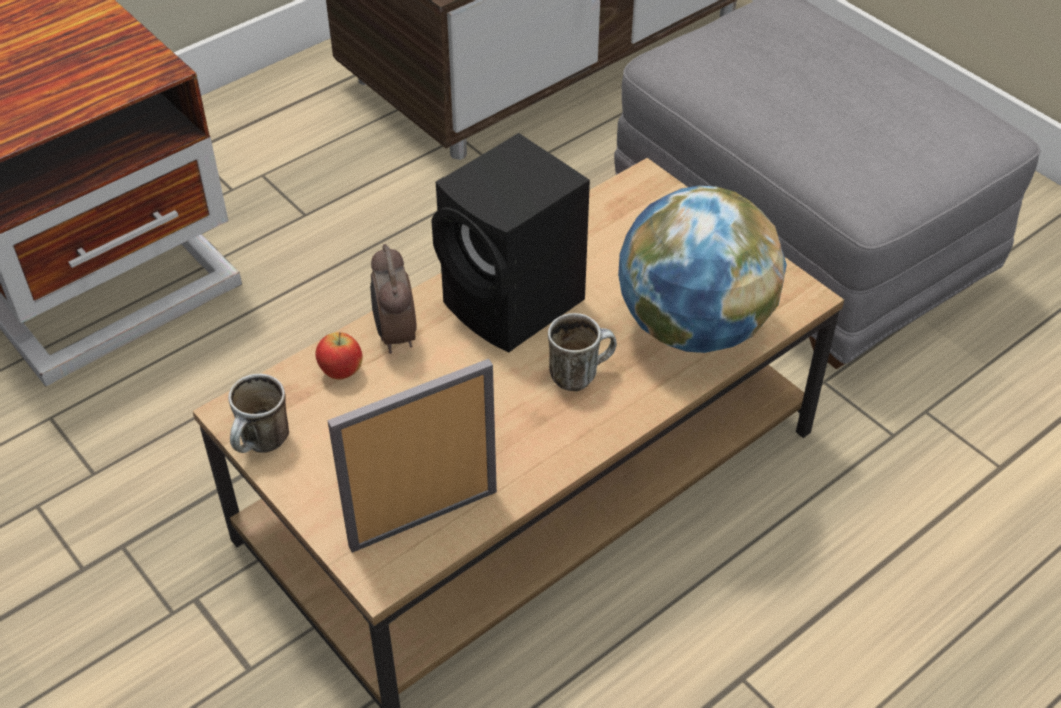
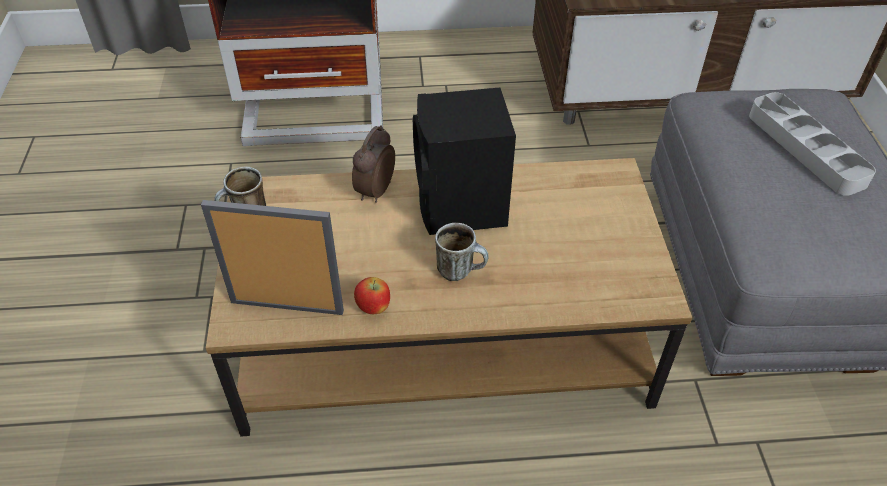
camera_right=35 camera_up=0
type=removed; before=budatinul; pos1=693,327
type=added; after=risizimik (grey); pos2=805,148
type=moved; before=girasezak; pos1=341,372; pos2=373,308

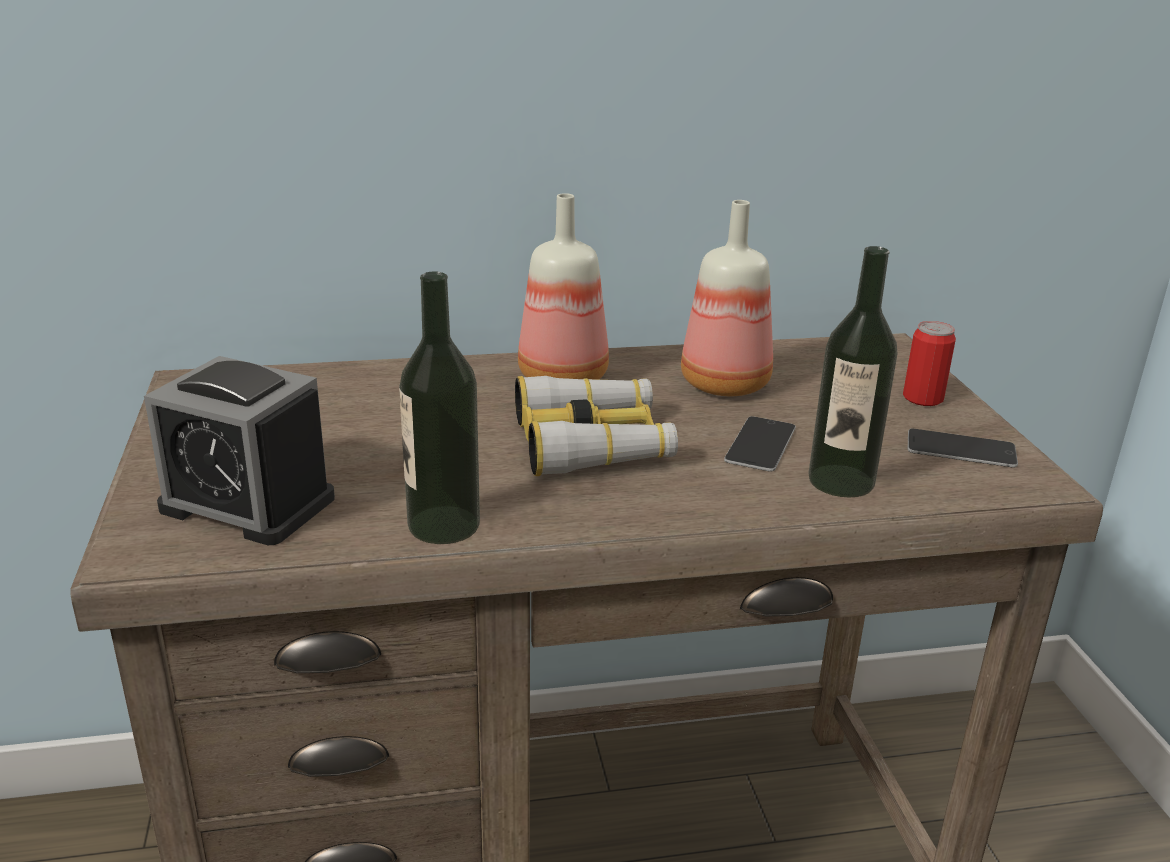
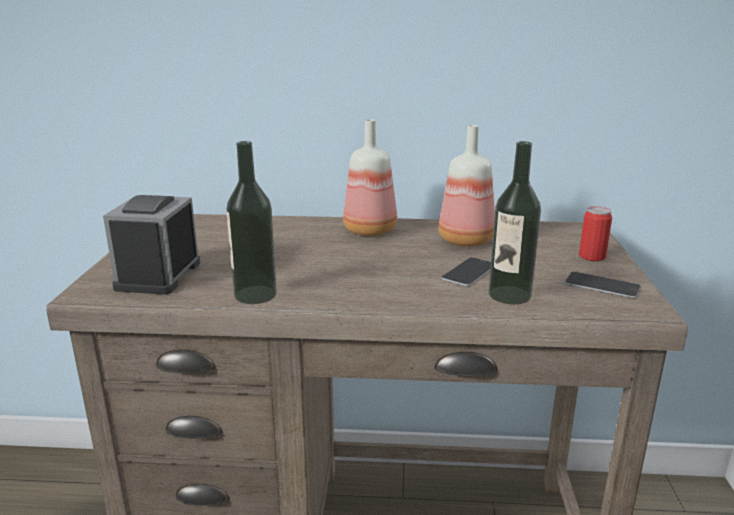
camera_right=15 camera_up=-5
type=removed; before=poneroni; pos1=592,443
type=turned; before=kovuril; pos1=248,504; pos2=158,275; turn=60

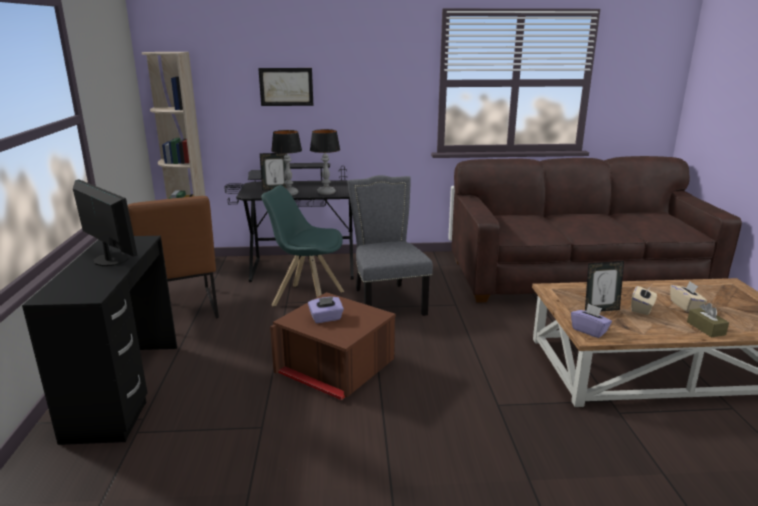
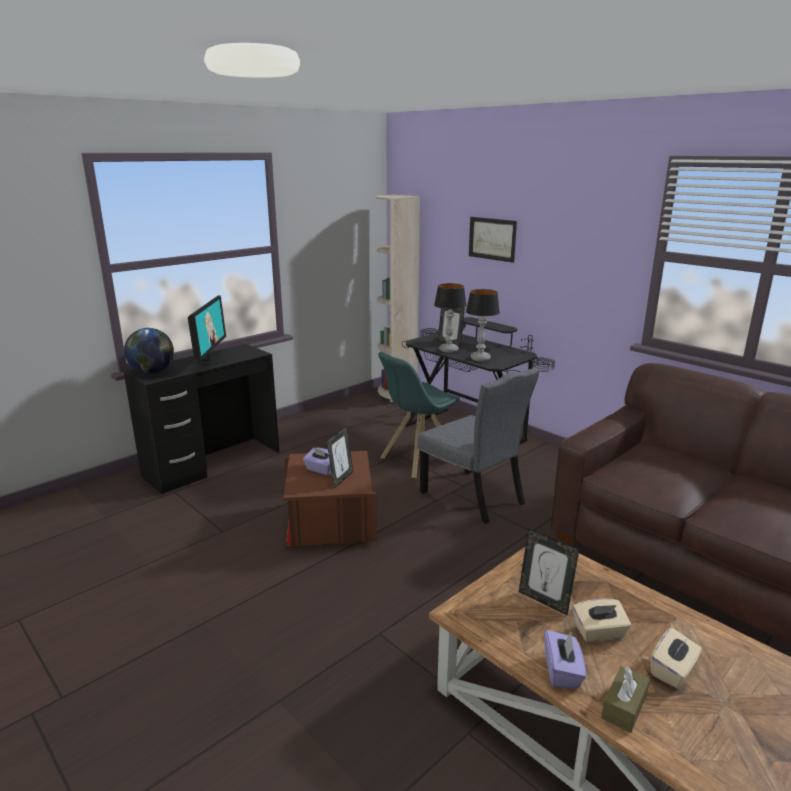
camera_right=50 camera_up=0
type=removed; before=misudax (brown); pos1=181,309
type=added; after=budatinul; pos2=153,372
type=added; after=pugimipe; pos2=341,479
type=moved; before=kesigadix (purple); pos1=589,331; pos2=562,671
type=turned; before=misudax (turquoise); pos1=307,299; pos2=418,459; turn=-105
type=turned; before=misudax (grey); pos1=387,303; pos2=472,496; turn=105

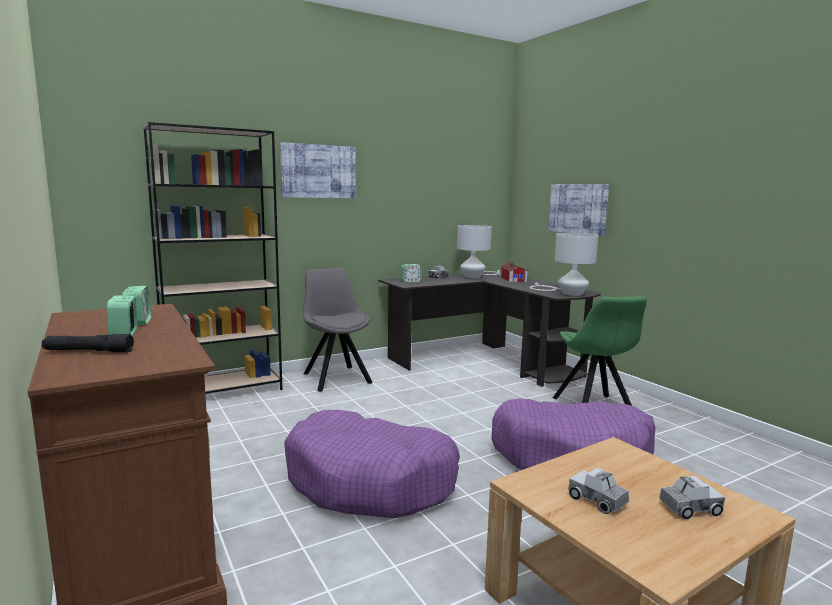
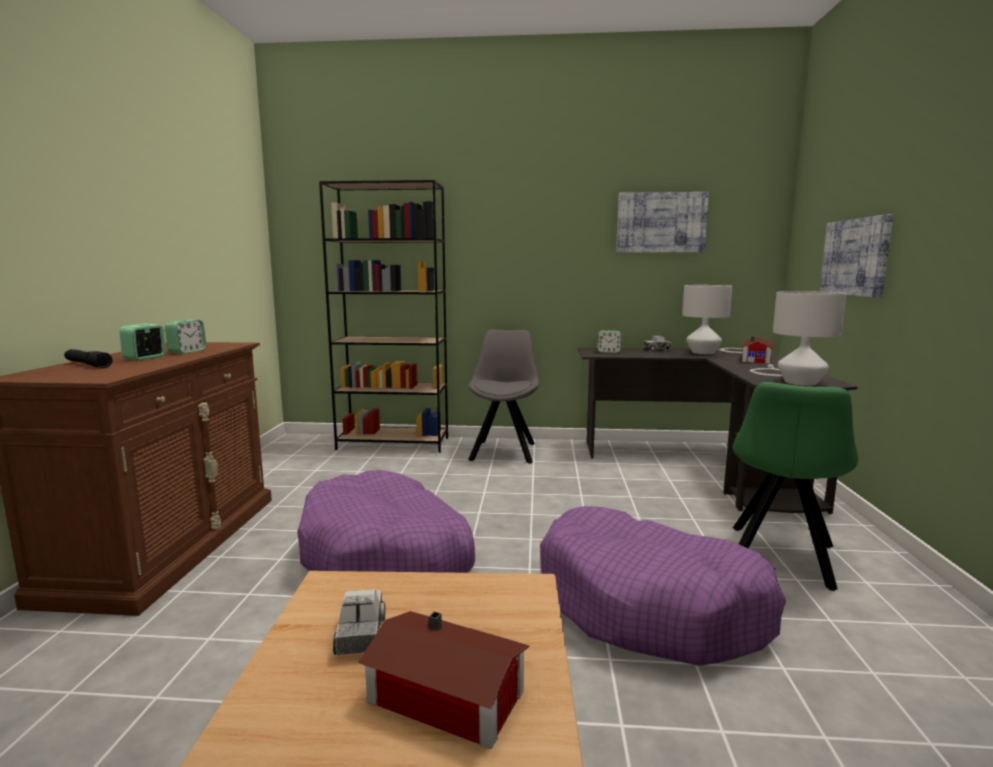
camera_right=35 camera_up=0
type=moved; before=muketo; pos1=318,171; pos2=661,222
type=replaced; before=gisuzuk; after=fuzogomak; pos1=690,509; pos2=448,700

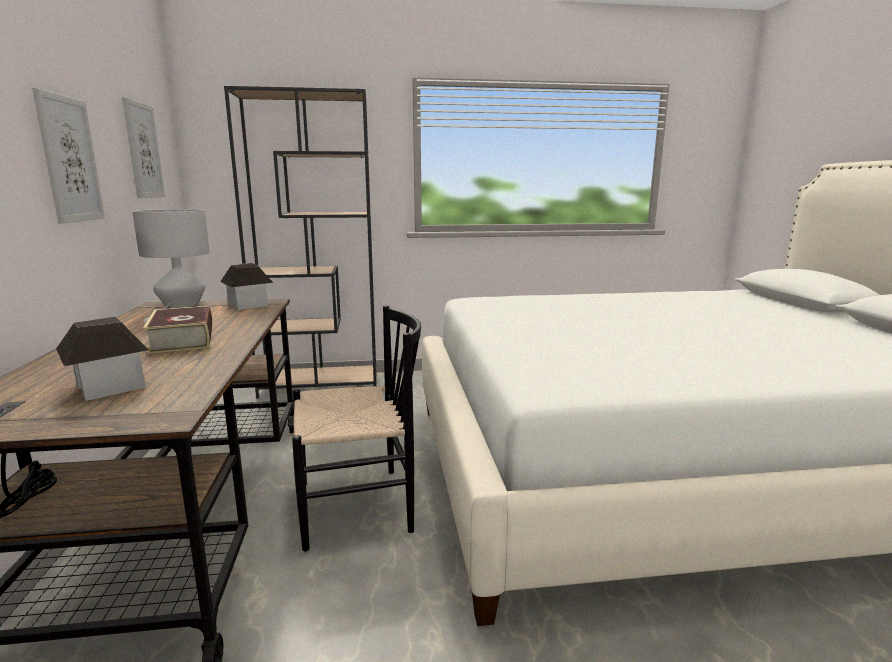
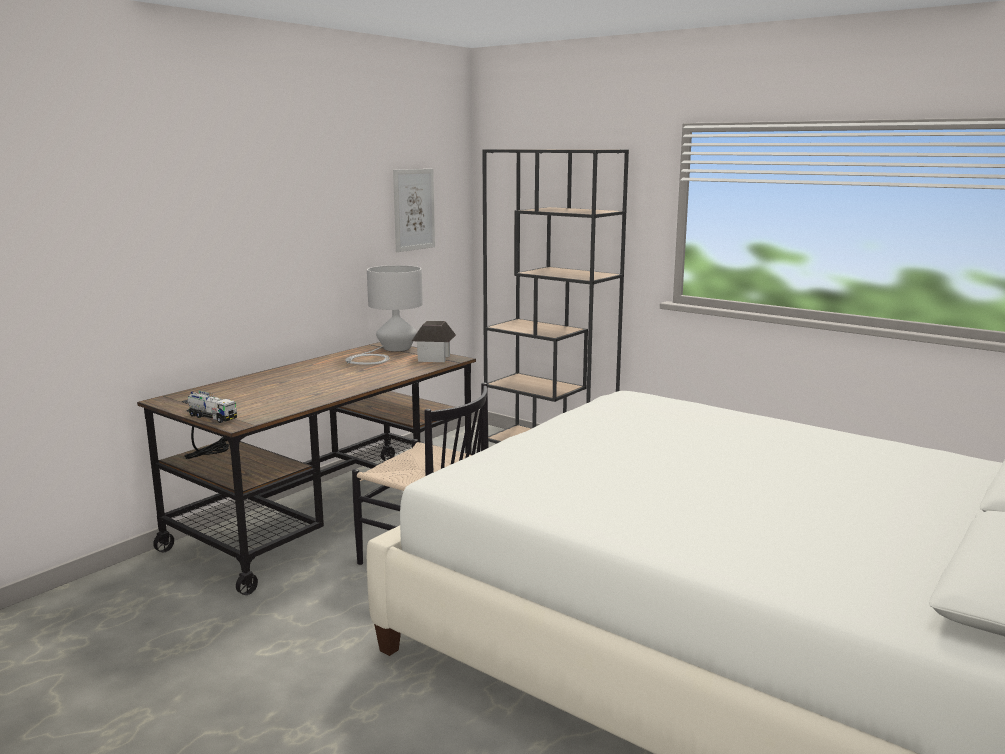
camera_right=45 camera_up=0
type=removed; before=muketo; pos1=70,159
type=removed; before=fuzogomak; pos1=109,386
type=removed; before=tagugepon; pos1=183,339
type=added; after=gisuzuk; pos2=212,417

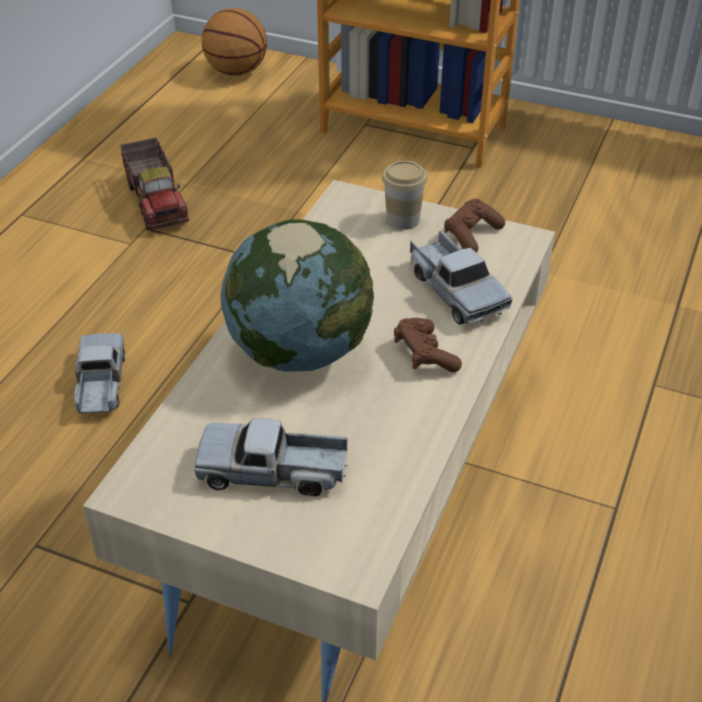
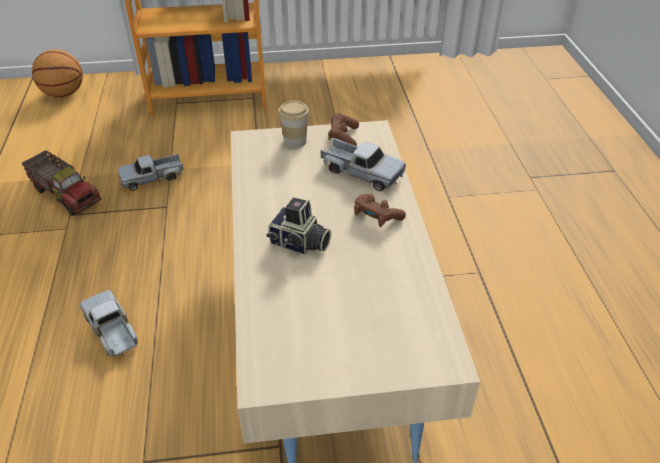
camera_right=-30 camera_up=0
type=moved; before=gisuzuk; pos1=273,471; pos2=152,177
type=replaced; before=budatinul; after=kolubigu; pos1=300,352; pos2=299,244

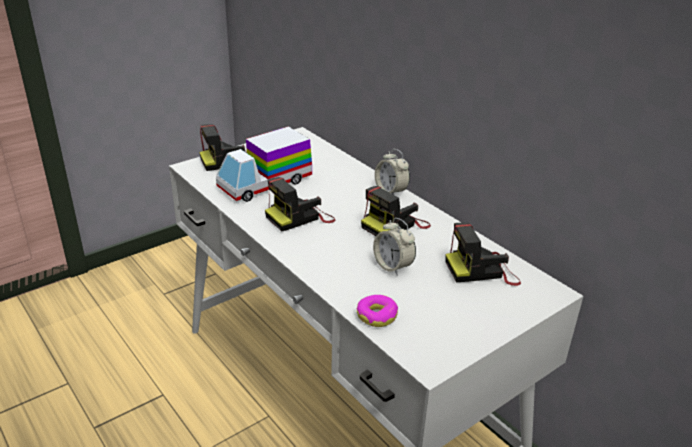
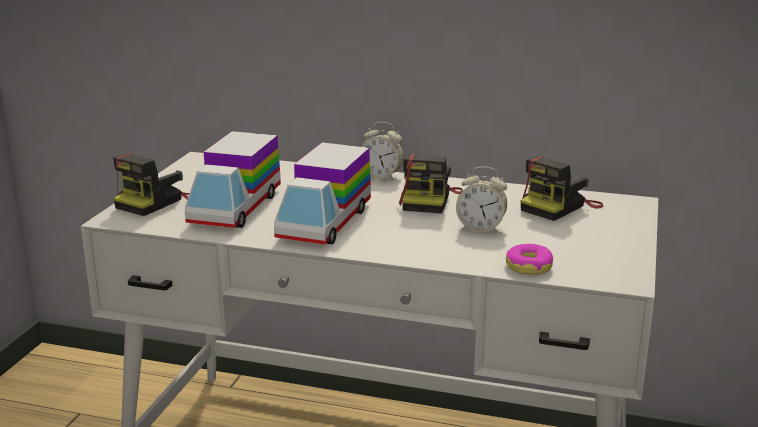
camera_right=-35 camera_up=-10
type=replaced; before=kolubigu; after=gisuzuk; pos1=300,217; pos2=325,222

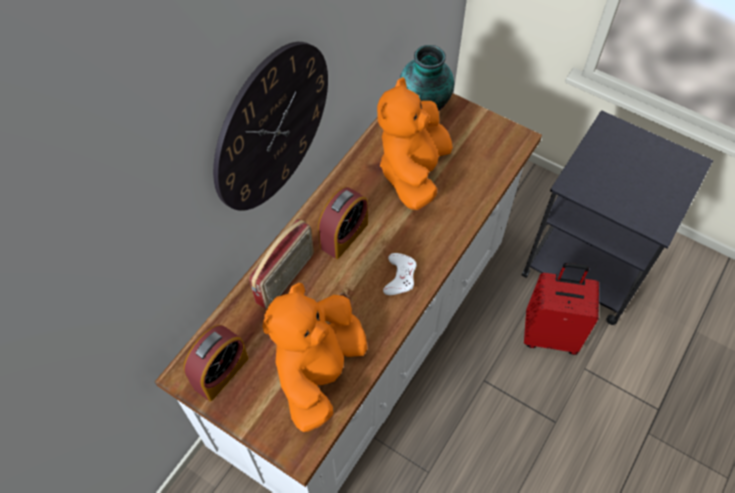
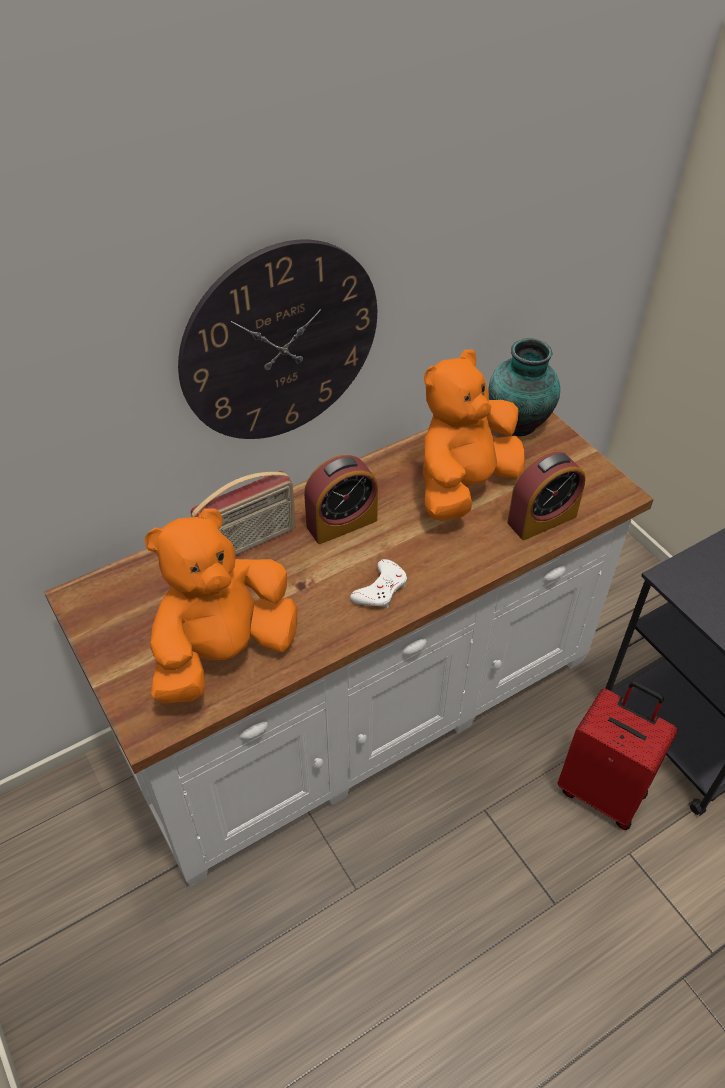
camera_right=25 camera_up=-10
type=moved; before=kovuril; pos1=221,372; pos2=541,519

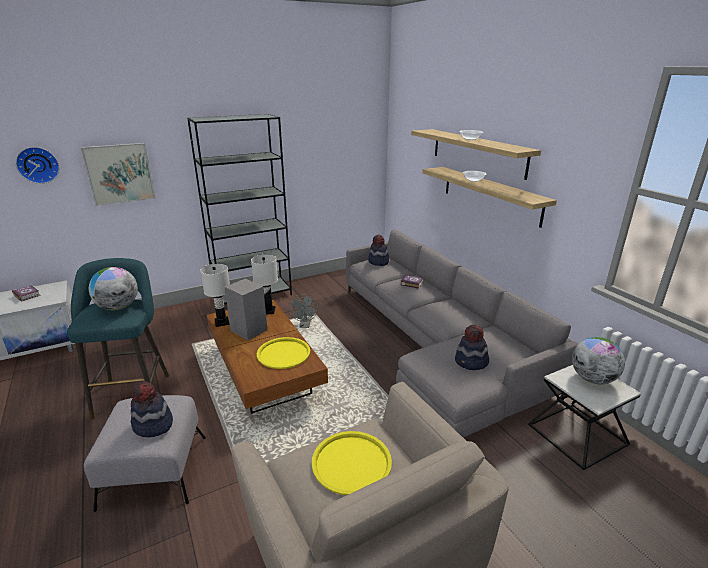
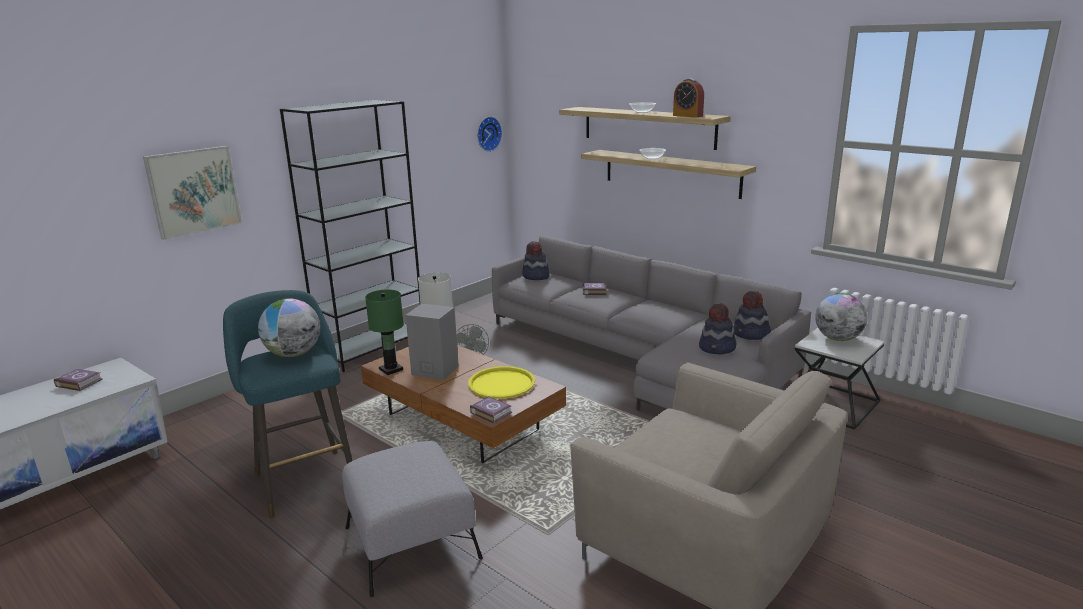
camera_right=-20 camera_up=-5
type=removed; before=risizimik (yellow); pos1=351,463
type=added; after=tagugepon; pos2=491,412
type=added; after=kovuril; pos2=687,116
type=moved; before=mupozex; pos1=38,165; pos2=487,133
type=moved; before=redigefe; pos1=153,425; pos2=751,334
type=recoloured; before=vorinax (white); after=vorinax (green); pos1=221,322; pos2=390,369

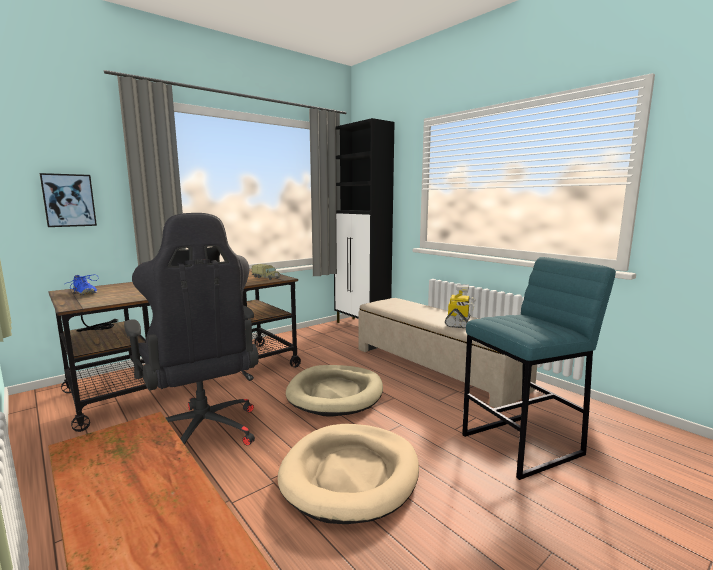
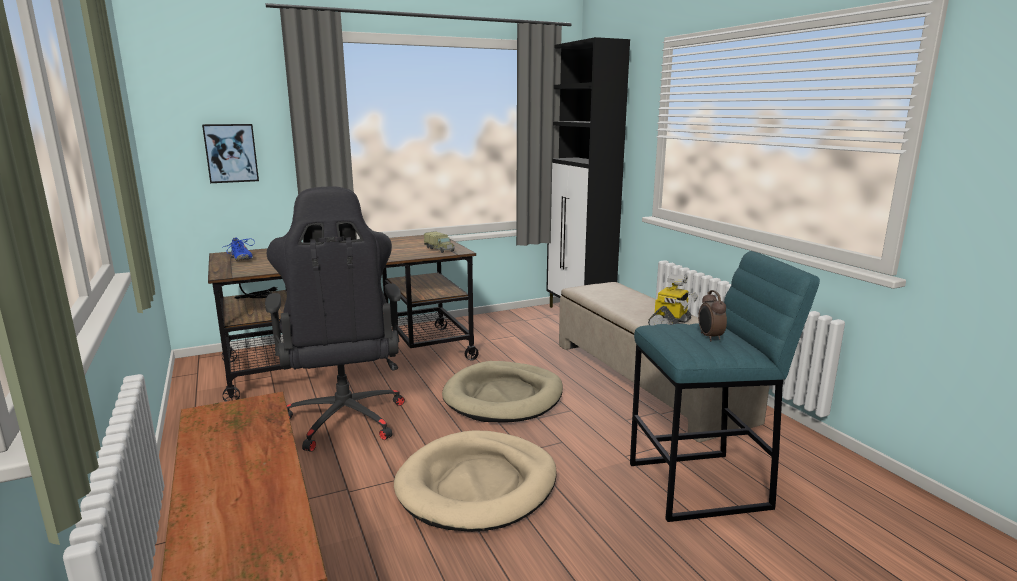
camera_right=15 camera_up=5
type=added; after=kovuril; pos2=709,337

